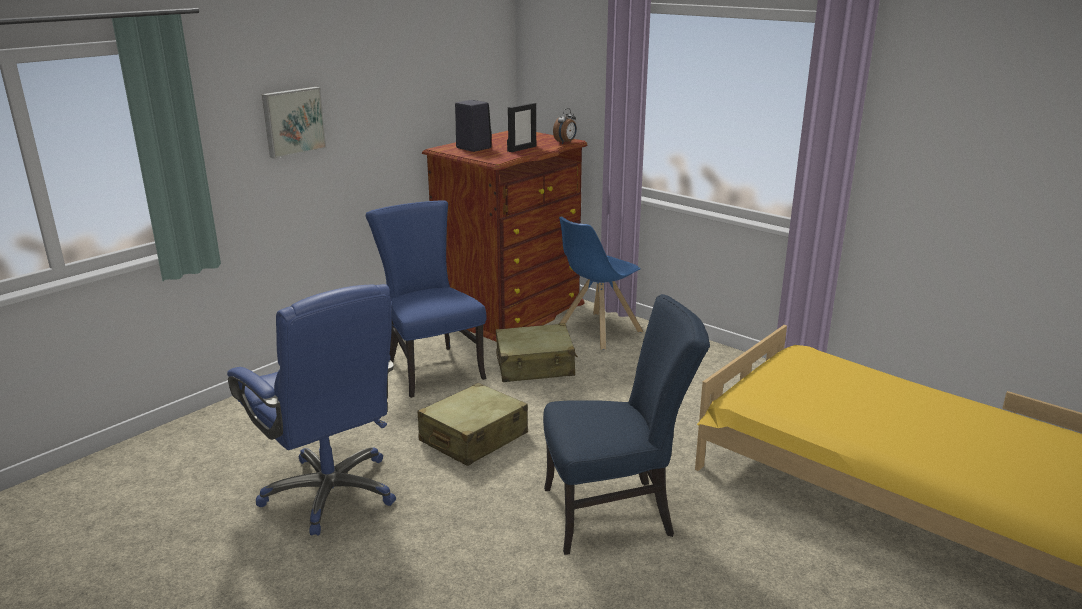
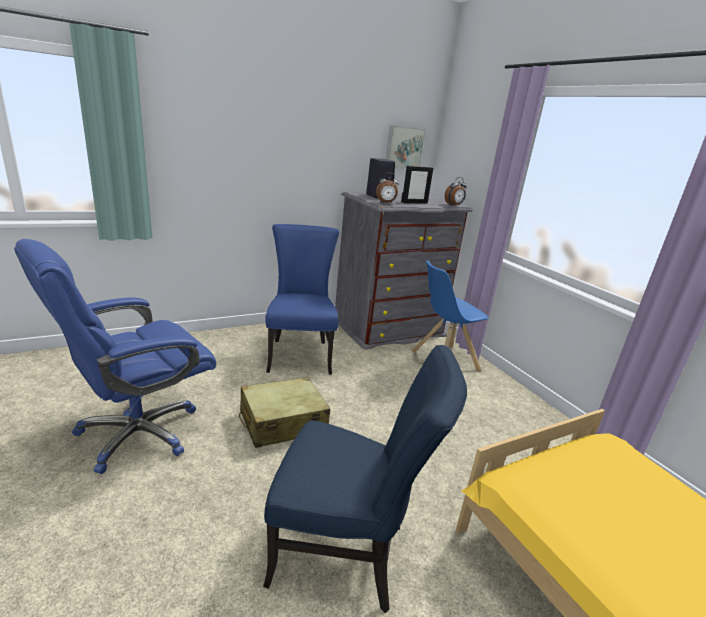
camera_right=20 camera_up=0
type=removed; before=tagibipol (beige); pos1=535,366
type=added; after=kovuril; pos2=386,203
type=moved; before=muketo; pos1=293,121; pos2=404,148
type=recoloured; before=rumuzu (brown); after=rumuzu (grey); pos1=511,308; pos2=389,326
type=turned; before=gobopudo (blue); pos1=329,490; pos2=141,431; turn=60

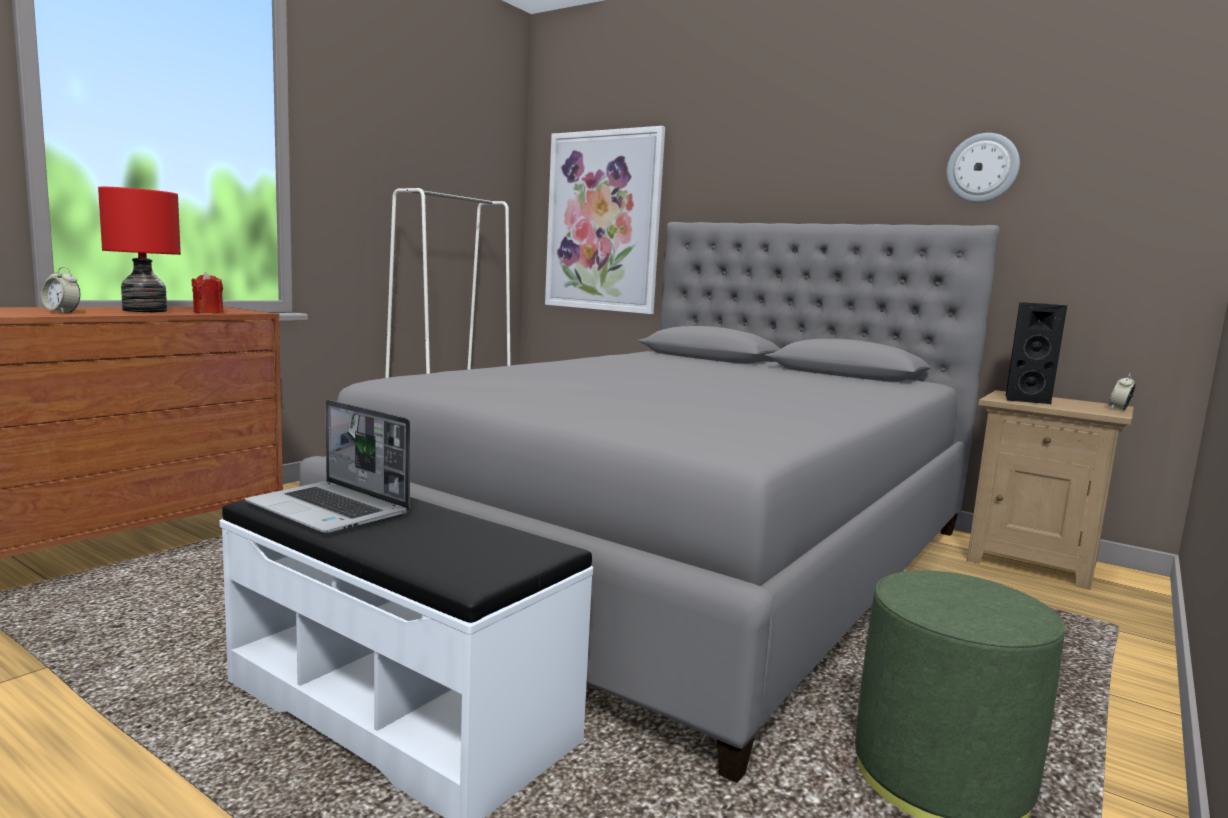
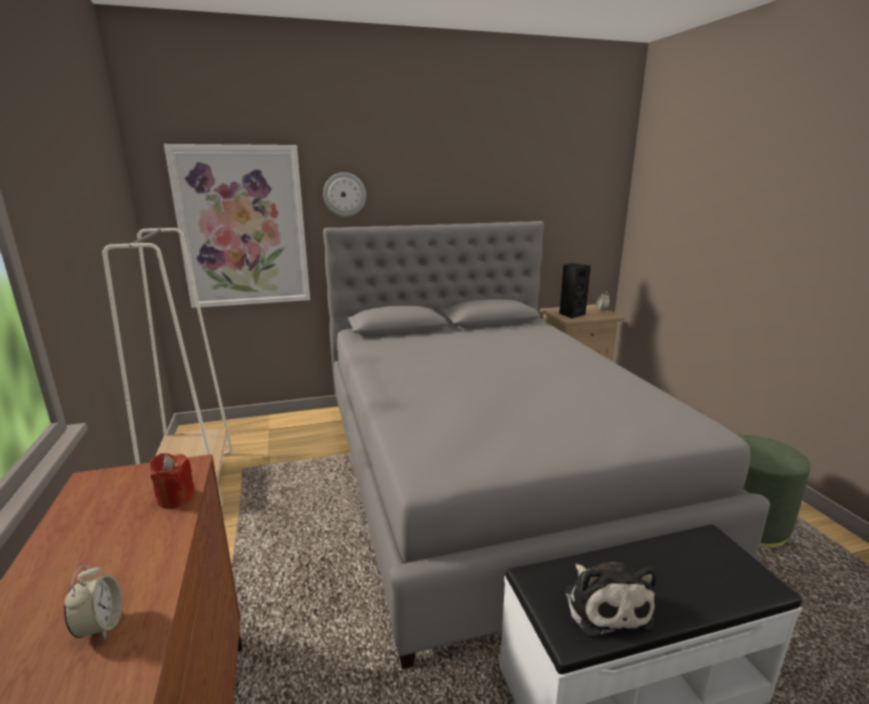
camera_right=-50 camera_up=10
type=removed; before=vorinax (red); pos1=145,311
type=moved; before=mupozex; pos1=982,168; pos2=344,194
type=replaced; before=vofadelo; after=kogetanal; pos1=331,510; pos2=605,604
type=turned; before=kovuril; pos1=62,312; pos2=100,626; turn=-75

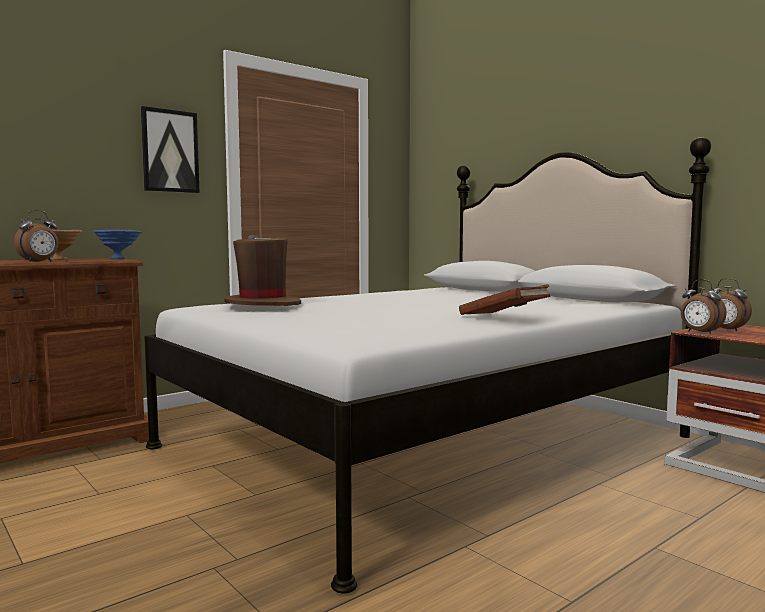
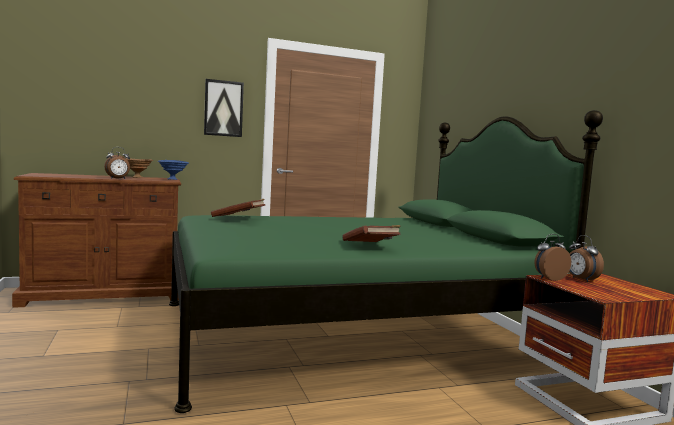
camera_right=20 camera_up=0
type=replaced; before=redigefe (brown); after=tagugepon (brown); pos1=262,304; pos2=238,218
type=recoloured; before=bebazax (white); after=bebazax (green); pos1=427,442; pos2=348,333
type=turned; before=kovuril; pos1=700,332; pos2=549,278; turn=90

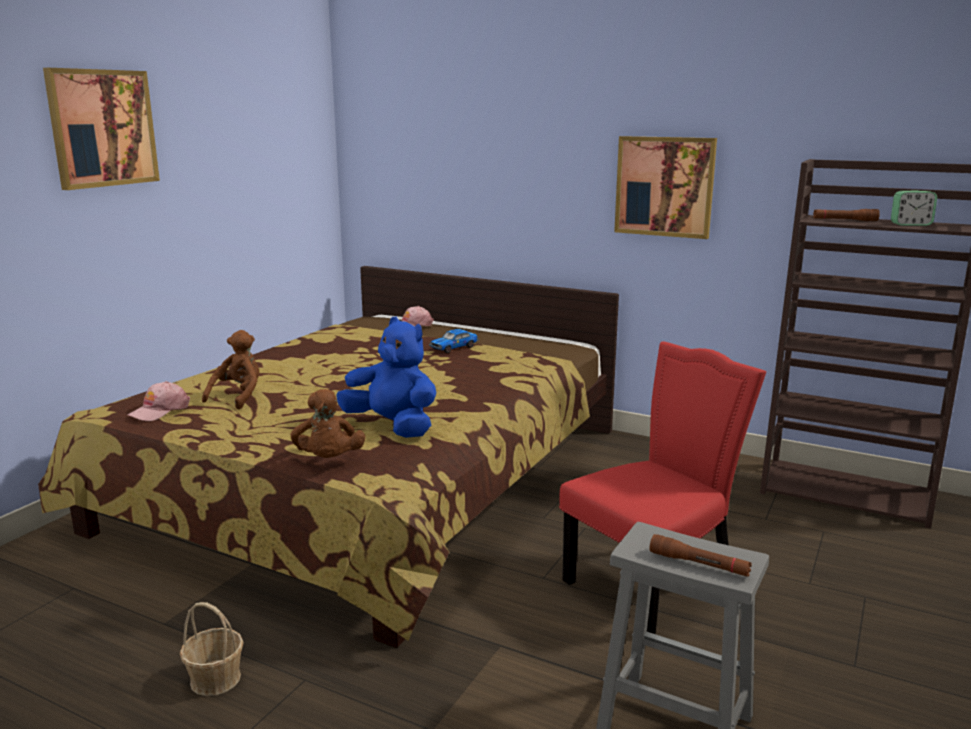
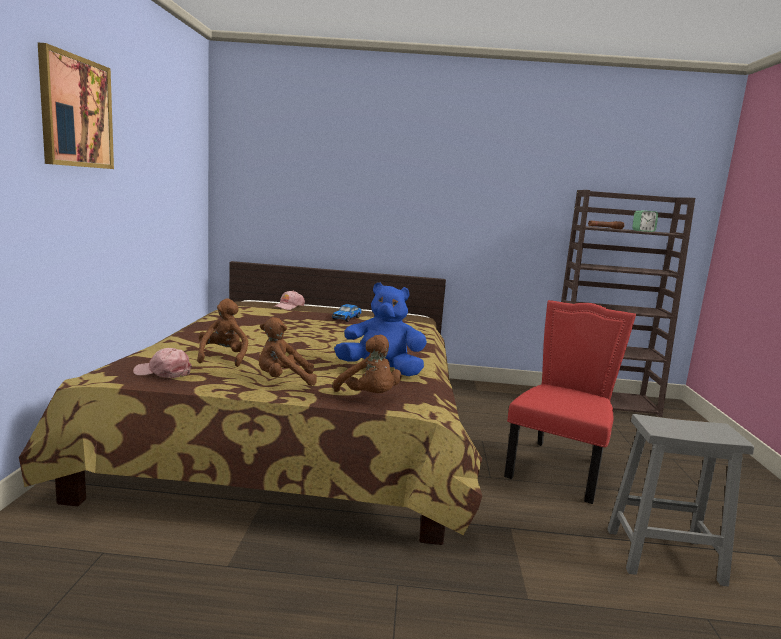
camera_right=-25 camera_up=-5
type=removed; before=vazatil; pos1=215,679
type=removed; before=muketo; pos1=664,186
type=removed; before=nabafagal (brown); pos1=699,564
type=added; after=kogetanal (brown); pos2=283,380
type=turned; before=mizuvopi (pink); pos1=159,410; pos2=163,372; turn=90

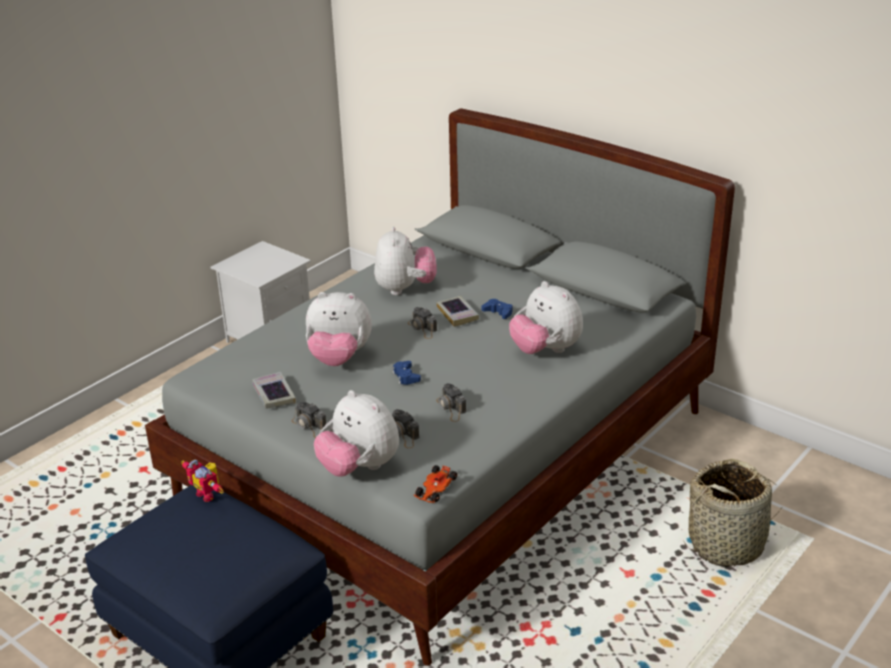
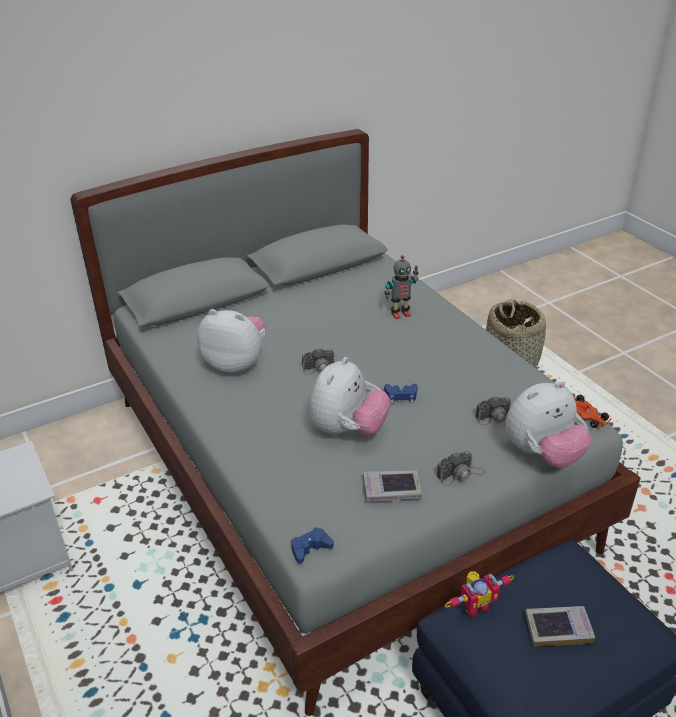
camera_right=-70 camera_up=5
type=removed; before=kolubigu; pos1=451,408
type=moved; before=tagugepon; pos1=457,314; pos2=558,629
type=moved; before=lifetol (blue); pos1=498,312; pos2=310,548
type=replaced; before=kogetanal; after=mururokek; pos1=545,350; pos2=400,314

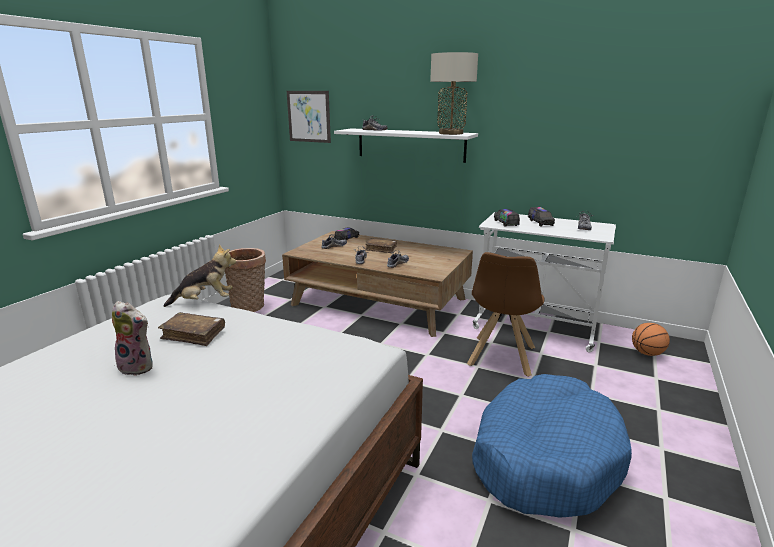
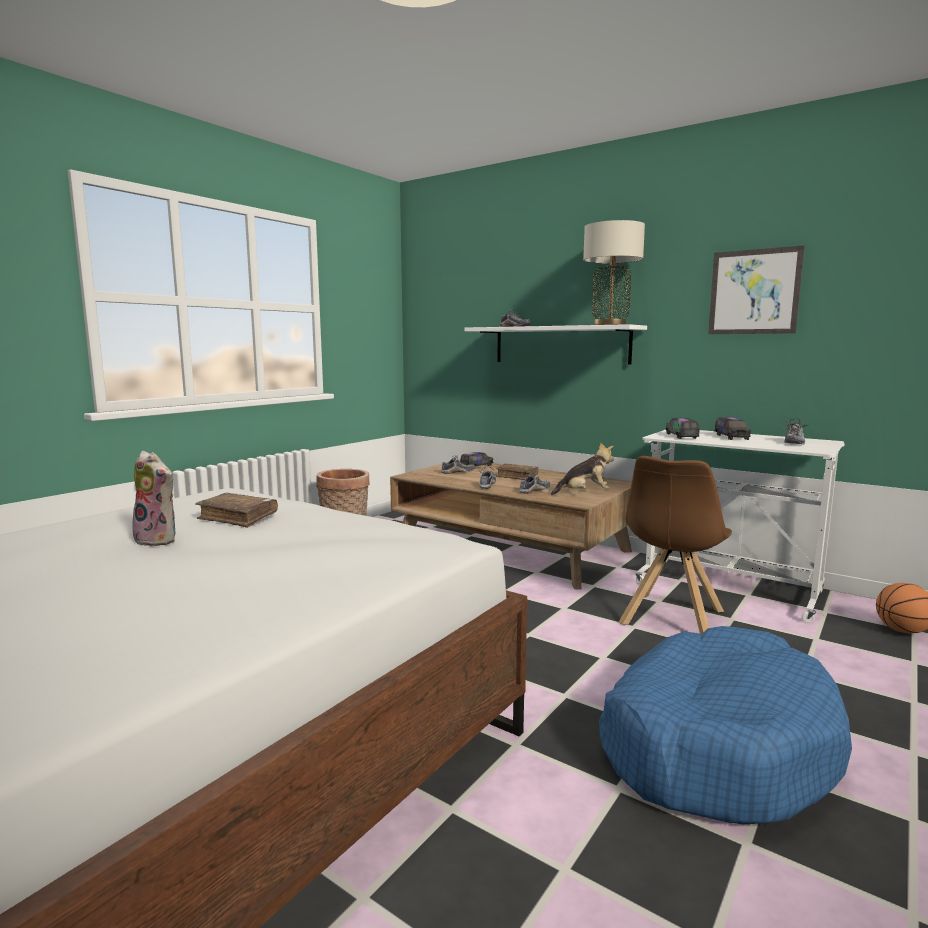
camera_right=10 camera_up=-10
type=moved; before=kogetanal; pos1=205,301; pos2=584,493
type=moved; before=muketo; pos1=308,116; pos2=754,292

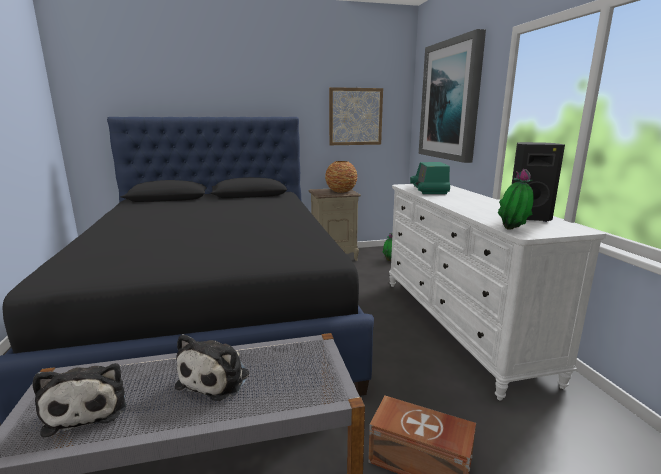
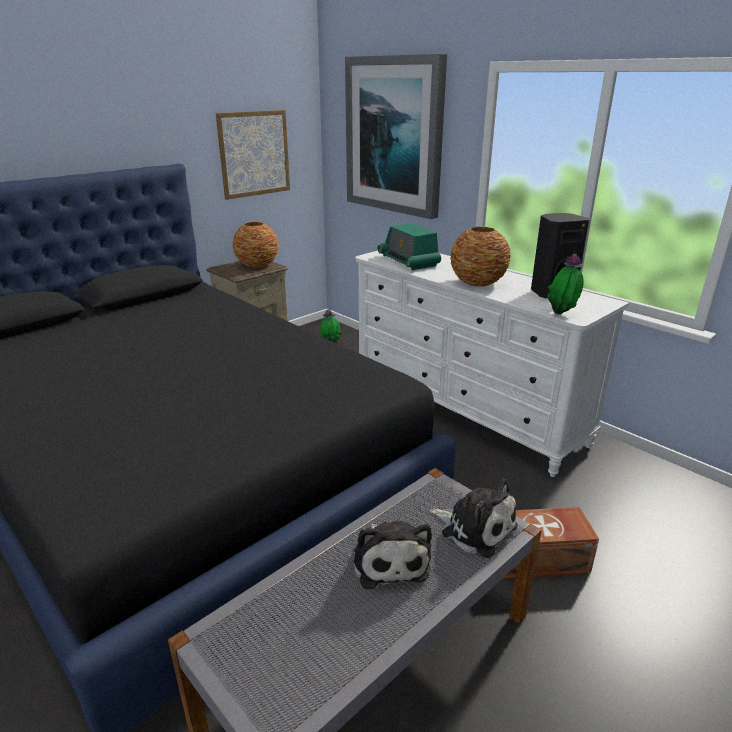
camera_right=-30 camera_up=10
type=added; after=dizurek; pos2=478,283
type=moved; before=kogetanal; pos1=88,407; pos2=475,528

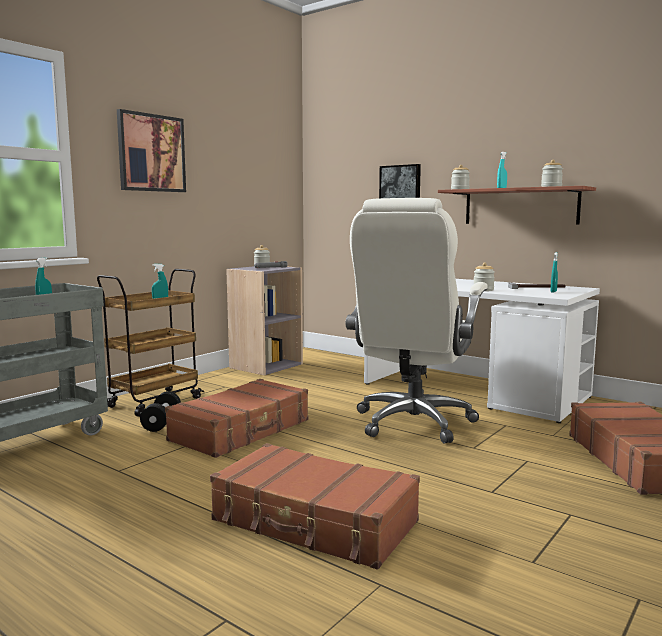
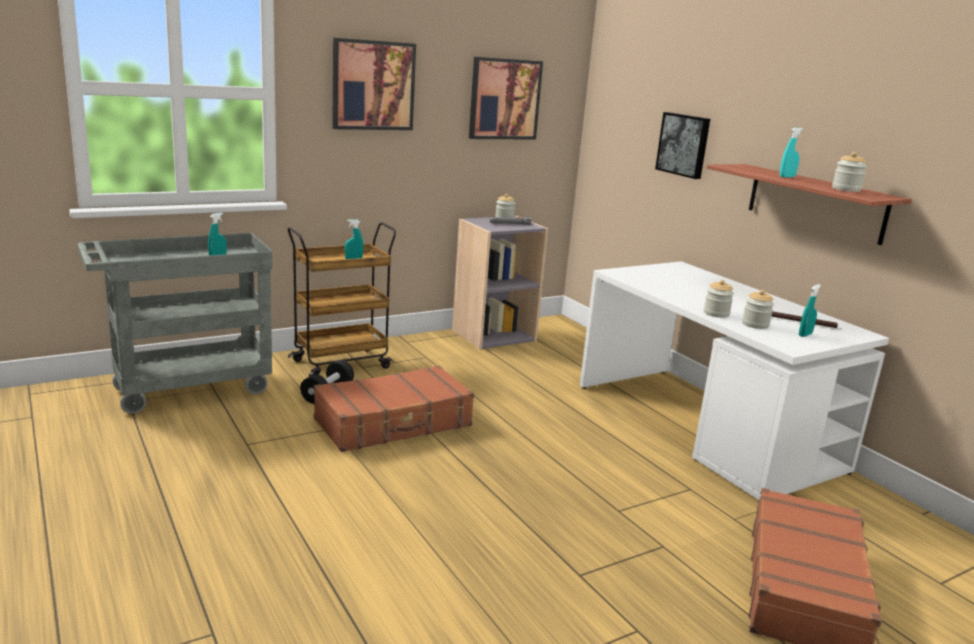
camera_right=20 camera_up=10
type=removed; before=tagibipol (brown); pos1=314,522
type=removed; before=gobopudo (white); pos1=413,423
type=added; after=muketo; pos2=504,99
type=moved; before=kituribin; pos1=460,189; pos2=755,324

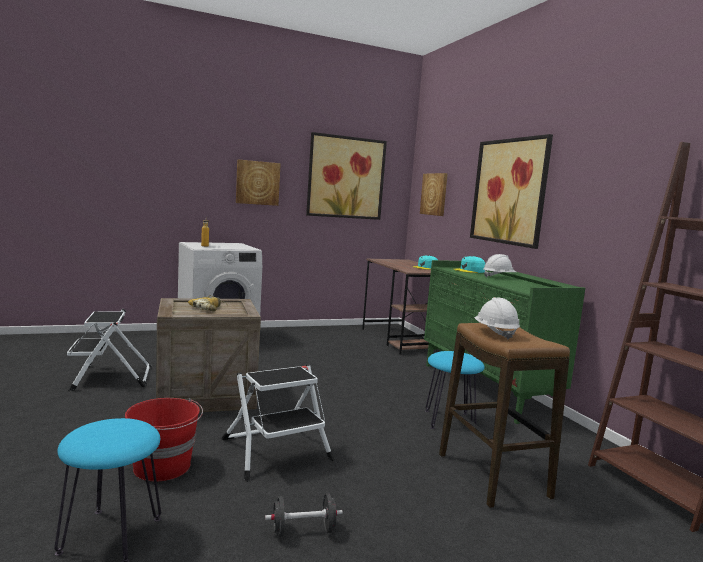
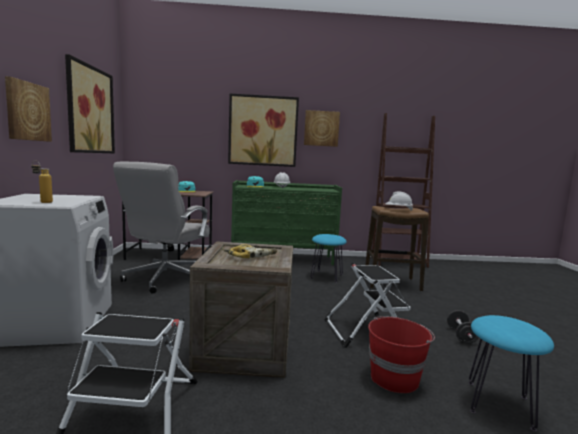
camera_right=-70 camera_up=0
type=added; after=gobopudo (grey); pos2=165,278
type=moved; before=muketo; pos1=434,194; pos2=321,128

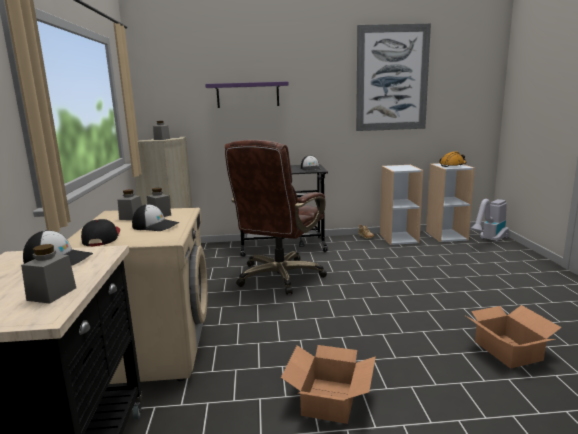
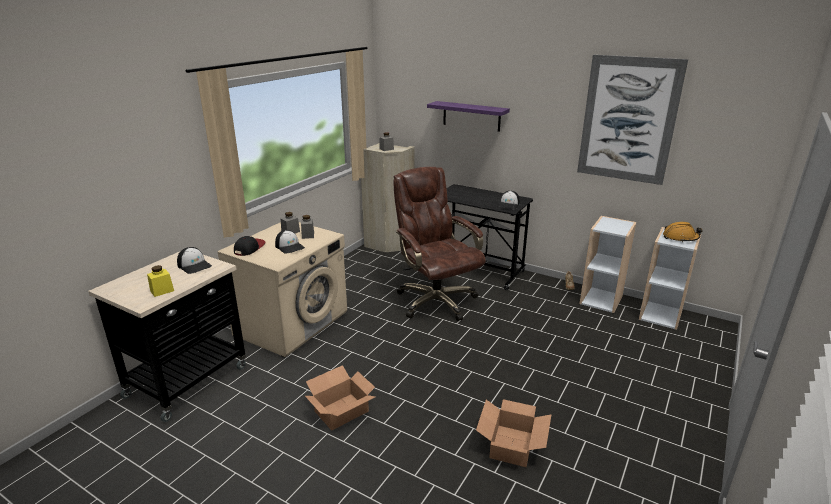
camera_right=35 camera_up=10
type=removed; before=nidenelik; pos1=489,240
type=recoloured; before=kituribin (grey); after=kituribin (yellow); pos1=52,294; pos2=162,291
type=turned; before=gobopudo (brown); pos1=280,276; pos2=436,301; turn=90

